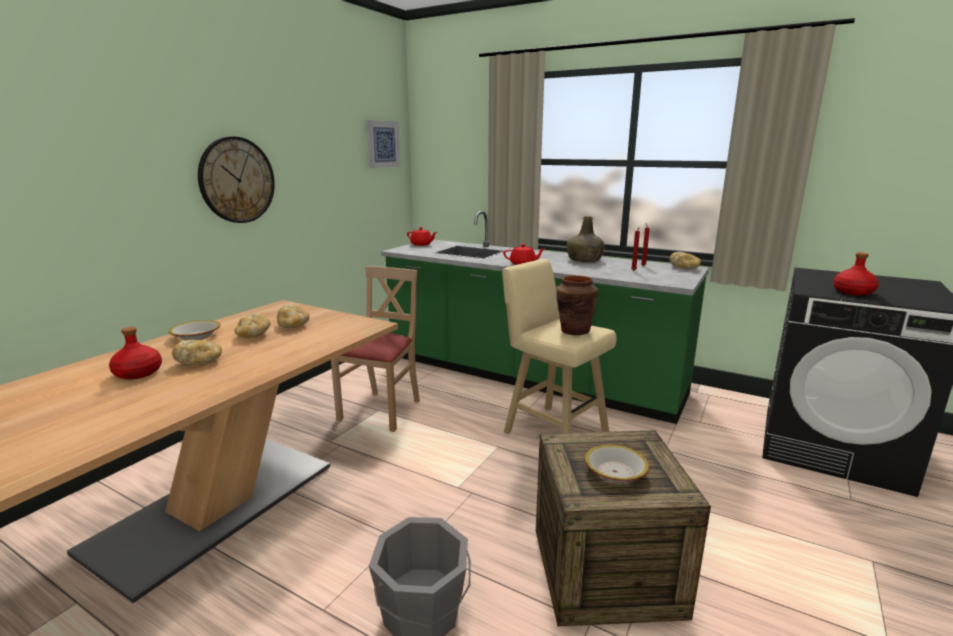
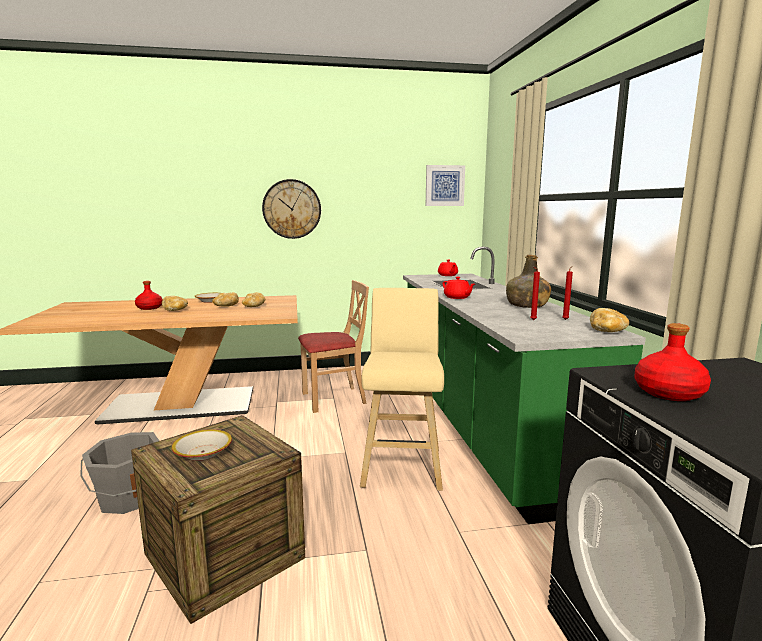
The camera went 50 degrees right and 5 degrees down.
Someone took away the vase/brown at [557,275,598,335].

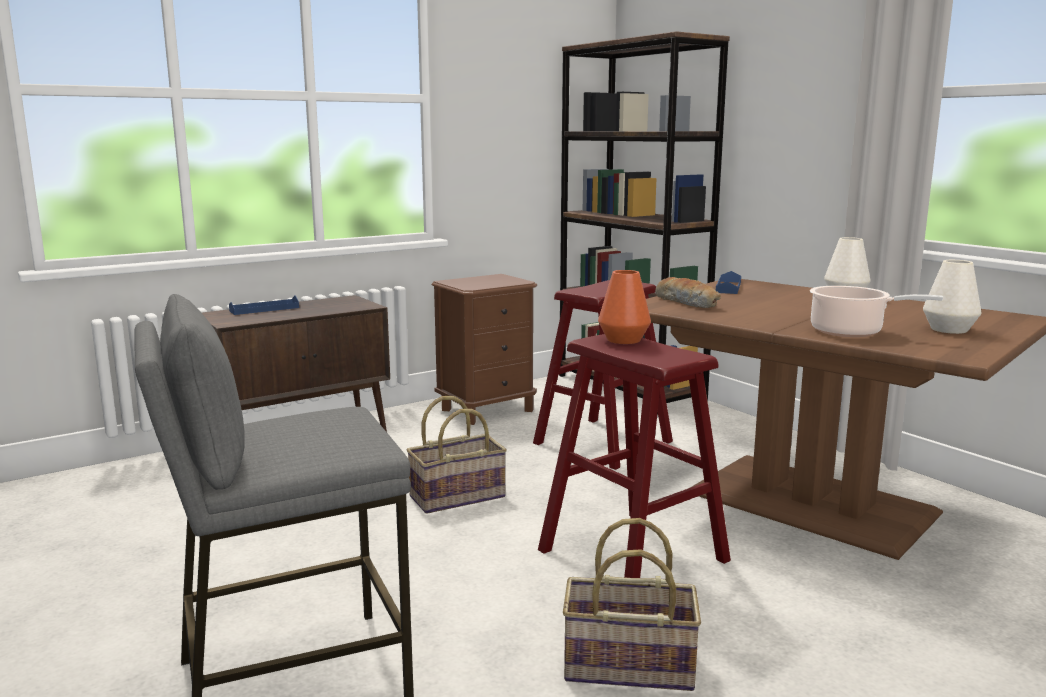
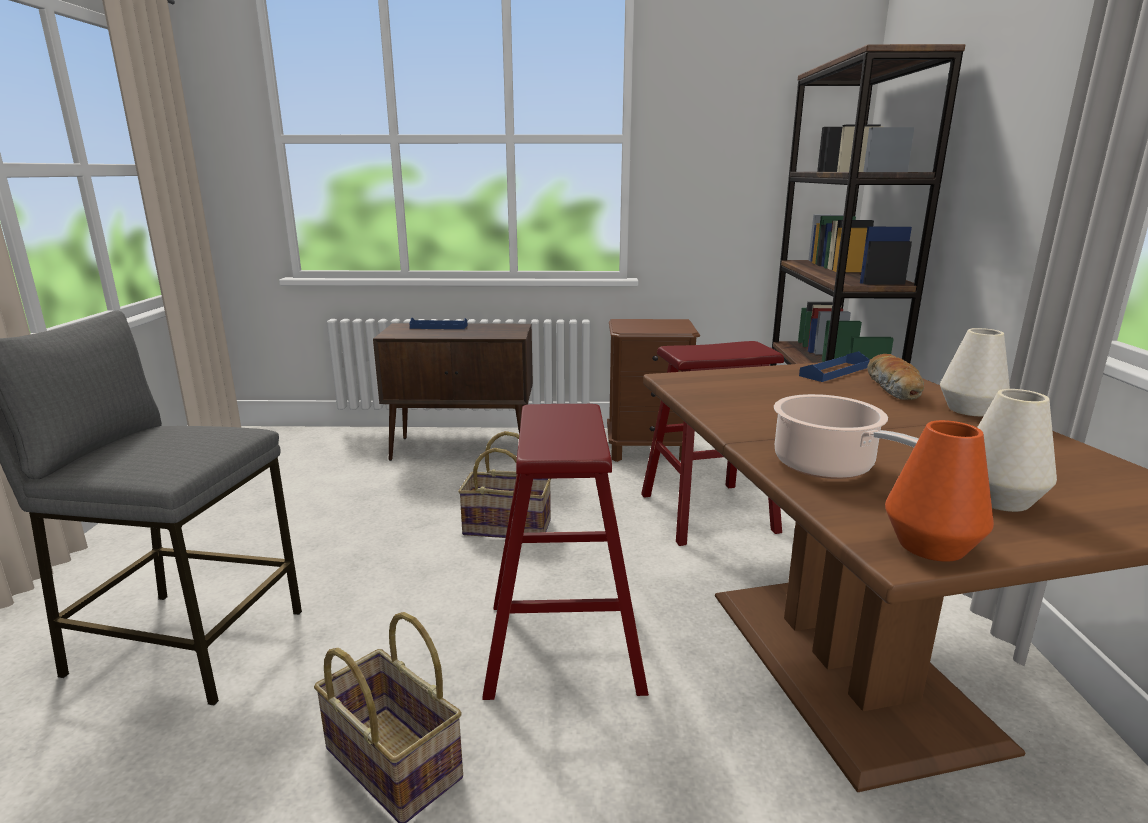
The camera went 35 degrees right and 5 degrees up.
Someone carried the vase/orange from [598,270,651,344] to [885,420,994,562].
Someone carried the bread from [655,277,721,308] to [867,354,924,400].

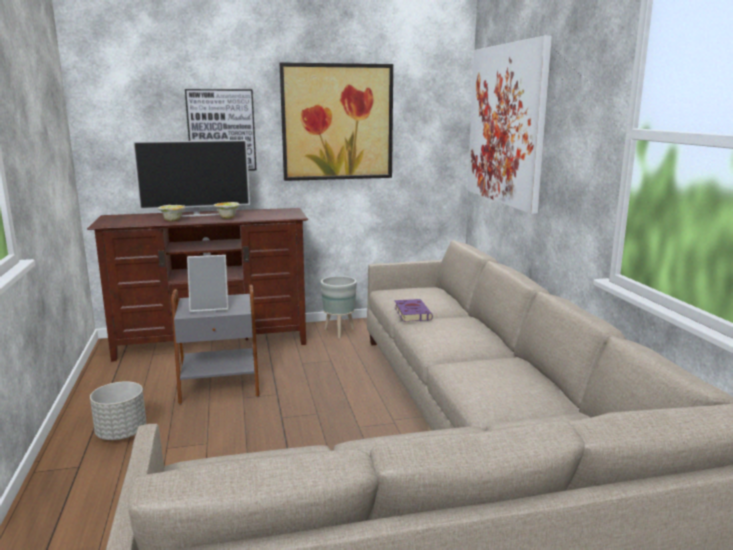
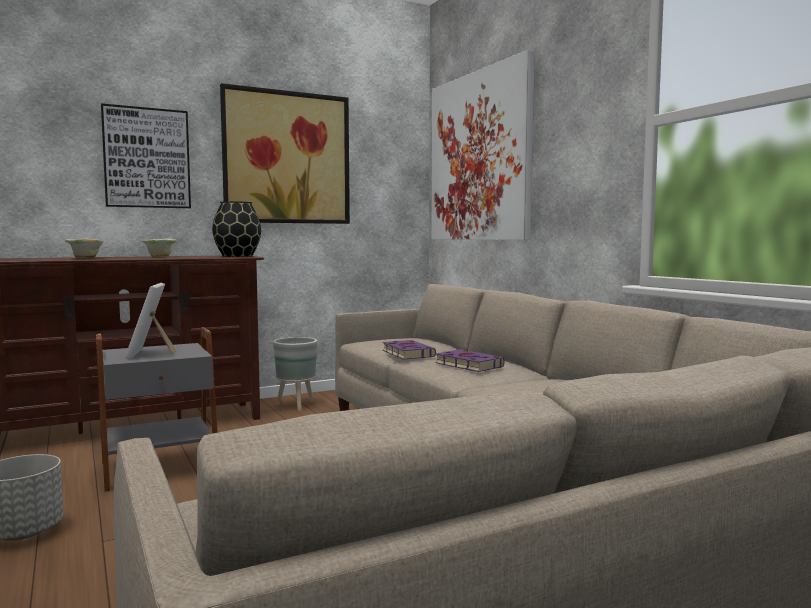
The camera went 15 degrees left and 10 degrees down.
Someone took away the television at [133,140,250,217].
Someone rotated the picture frame at [187,255,229,313] by 105 degrees clockwise.
Someone put down the vase/black at [212,201,261,257].
Someone put down the book/purple at [435,349,505,372].

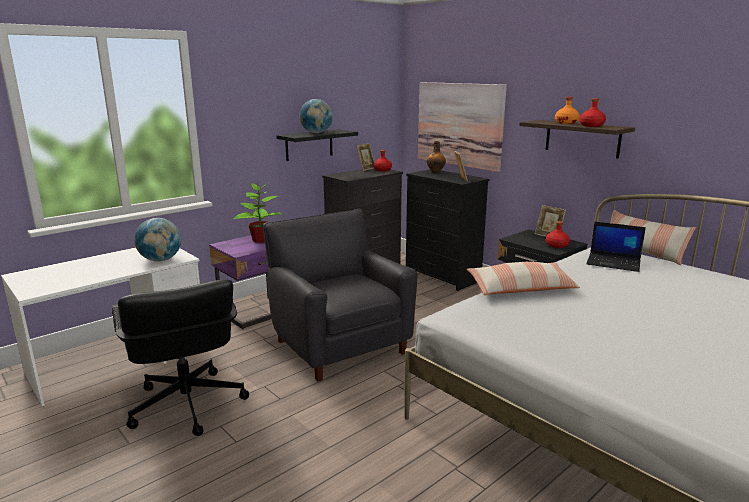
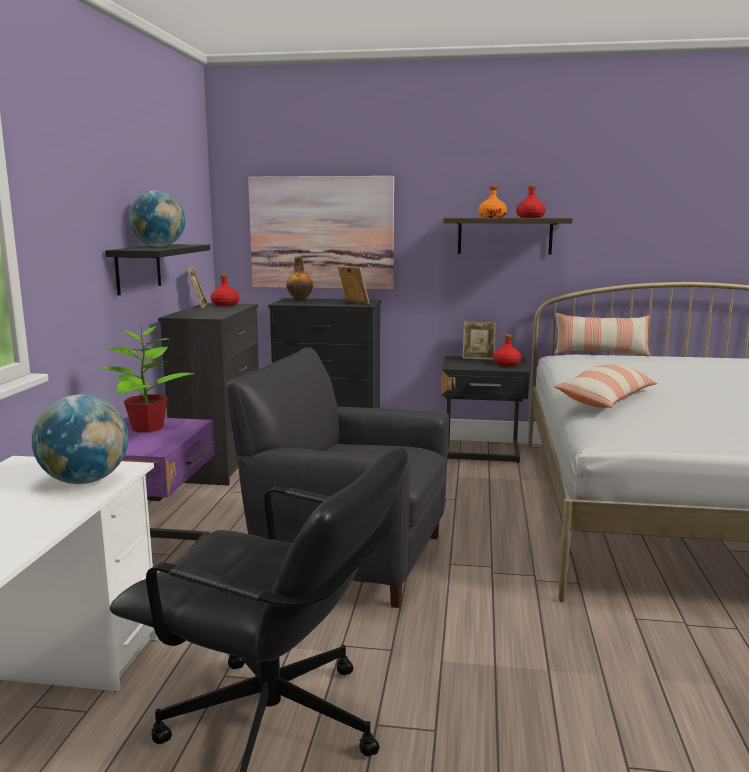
The camera went 40 degrees left and 5 degrees down.
Someone took away the laptop at [586,222,646,272].

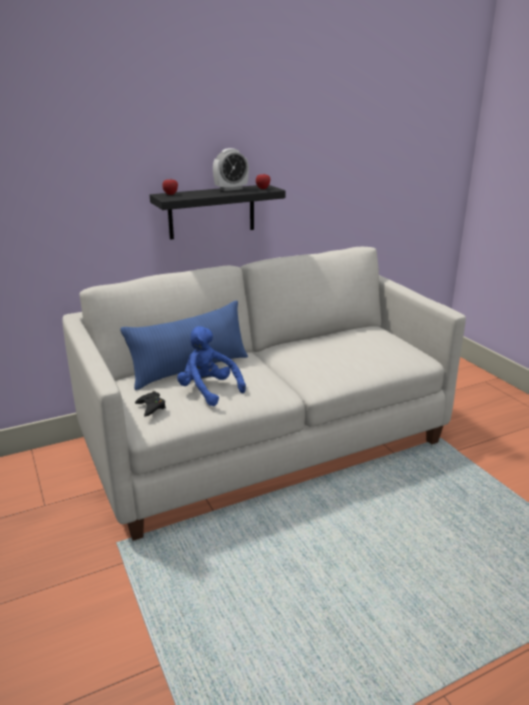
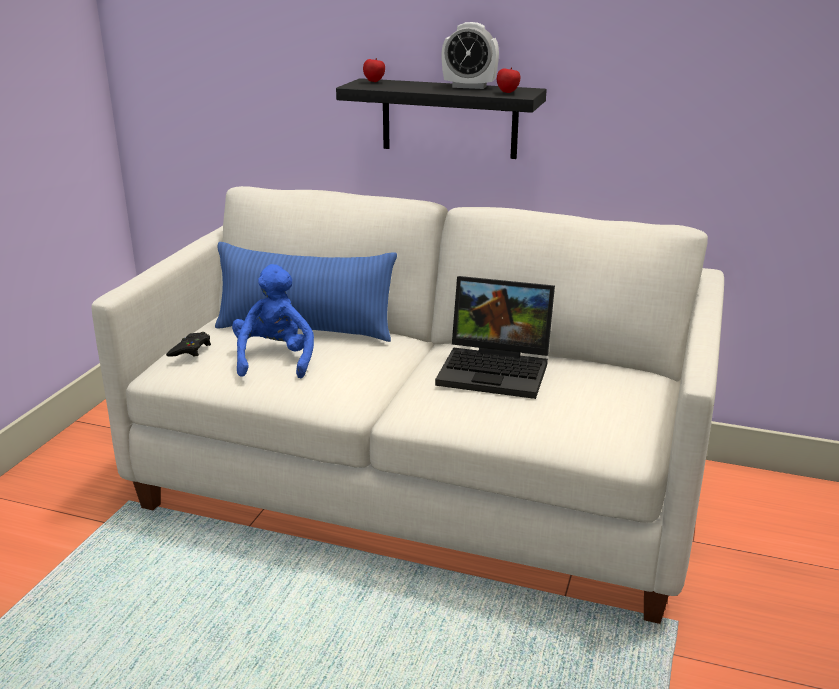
The camera went 45 degrees right and 0 degrees up.
Someone put down the laptop at [435,276,555,399].

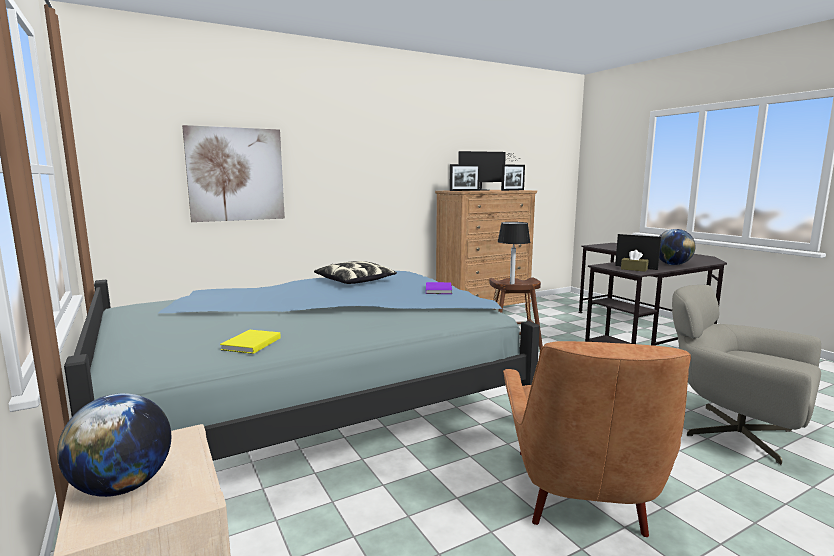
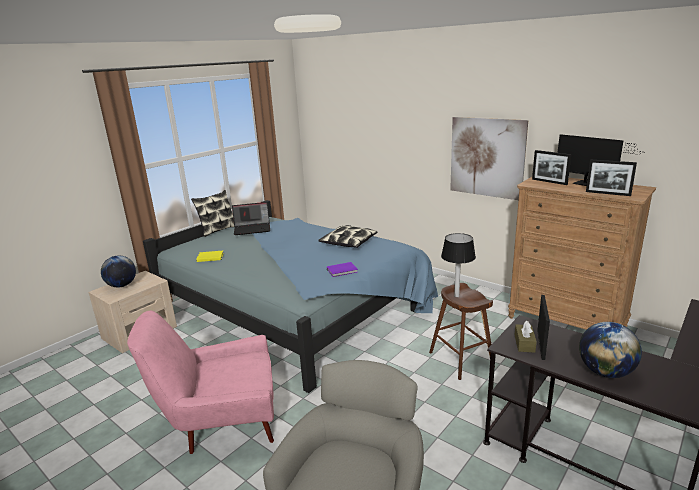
The camera went 70 degrees right and 10 degrees up.
Someone carried the picture from [182,125,285,222] to [450,117,528,200].
Someone repainted the armchair/brown at [503,341,691,537], which became the armchair/pink at [127,311,274,454].
Someone put down the pillow at [191,190,234,237].
Someone put down the laptop at [232,202,270,235].

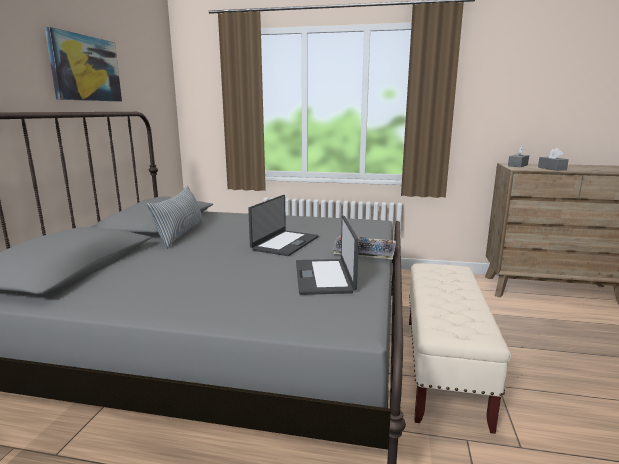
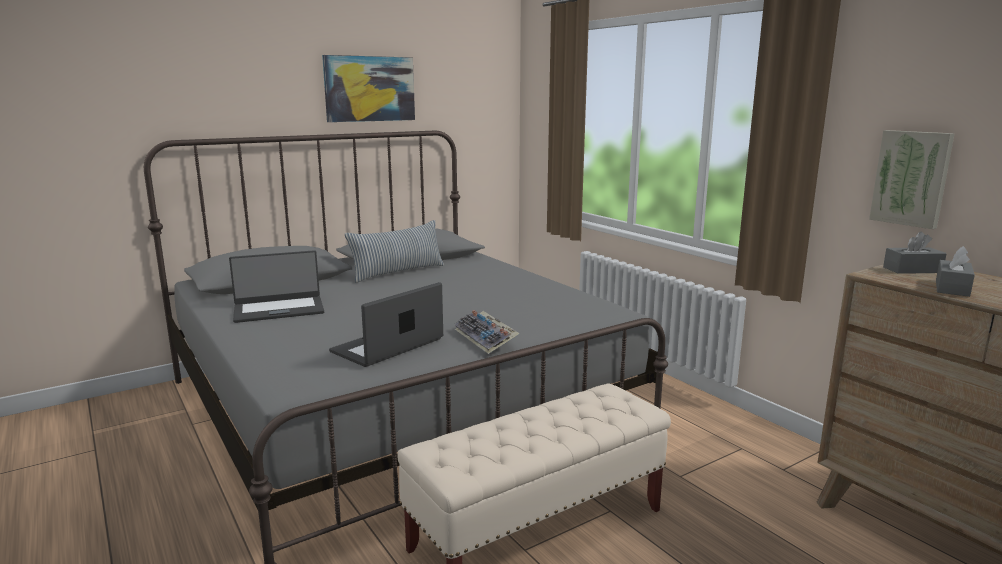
The camera went 45 degrees right and 0 degrees up.
Someone carried the laptop from [248,195,319,256] to [229,250,324,323].
Someone put up the picture at [869,130,955,229].

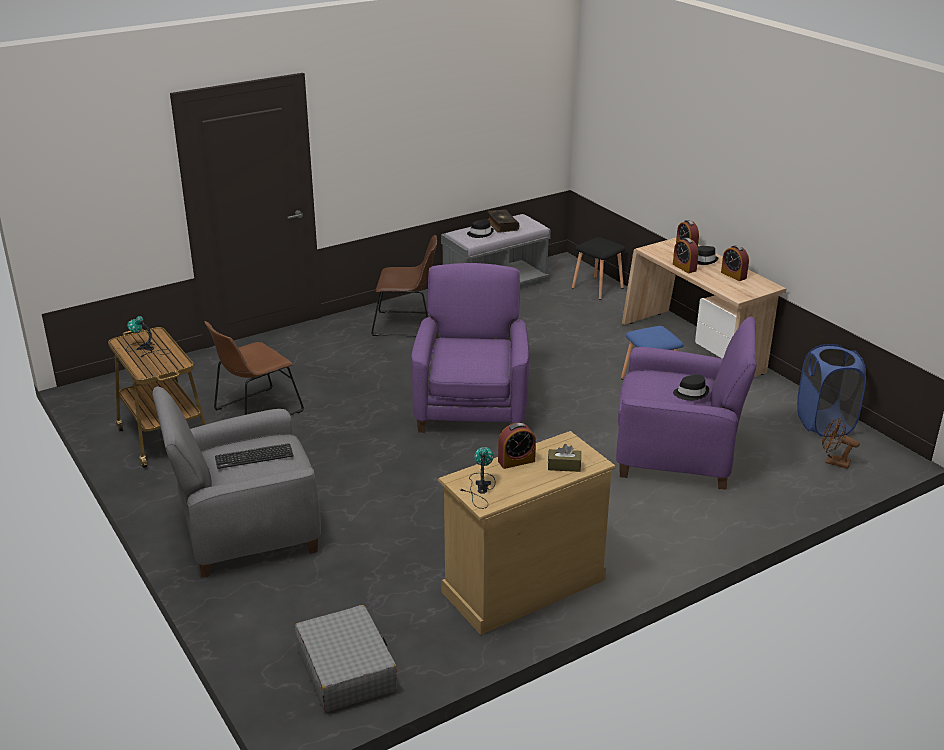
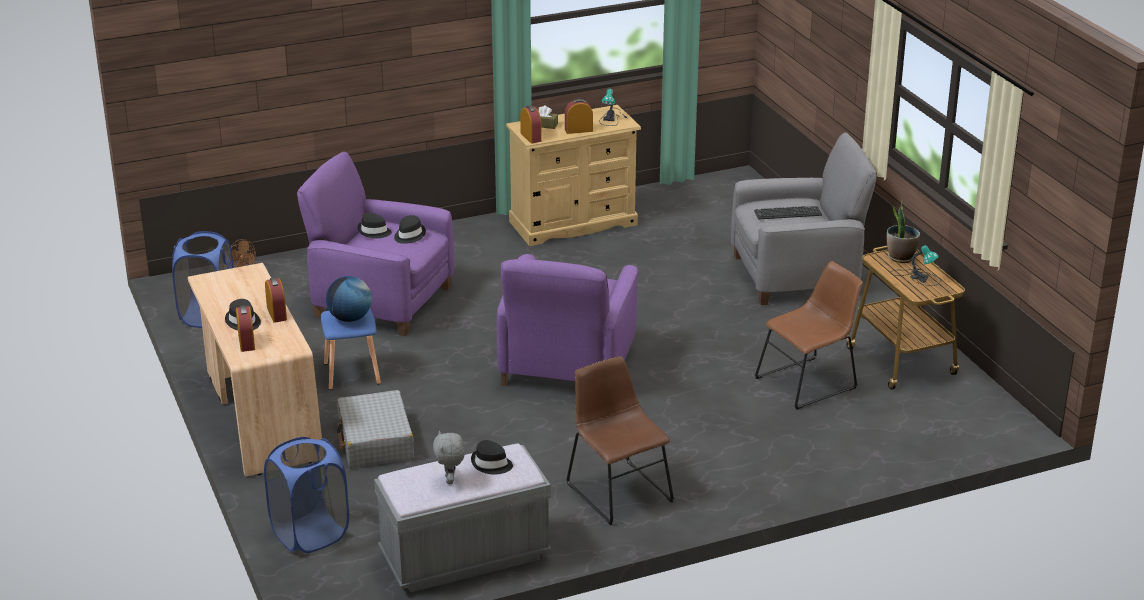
The camera went 170 degrees left and 0 degrees up.
Someone carried the suitcase/grey from [295,605,397,712] to [337,390,414,468].
Someone rotated the chair/brown at [371,235,437,336] by 45 degrees clockwise.
Someone swapped the book at [487,210,519,233] for the plush toy/grey at [433,431,465,484].
Someone swapped the stool/black at [572,237,626,300] for the laundry basket/blue at [264,437,349,553].
Someone carried the alarm clock from [721,245,749,281] to [520,105,542,144].
Someone put down the globe at [326,276,372,322].
Someone put down the hat/black at [394,215,426,244].
Someone put down the potted plant at [887,201,920,263].

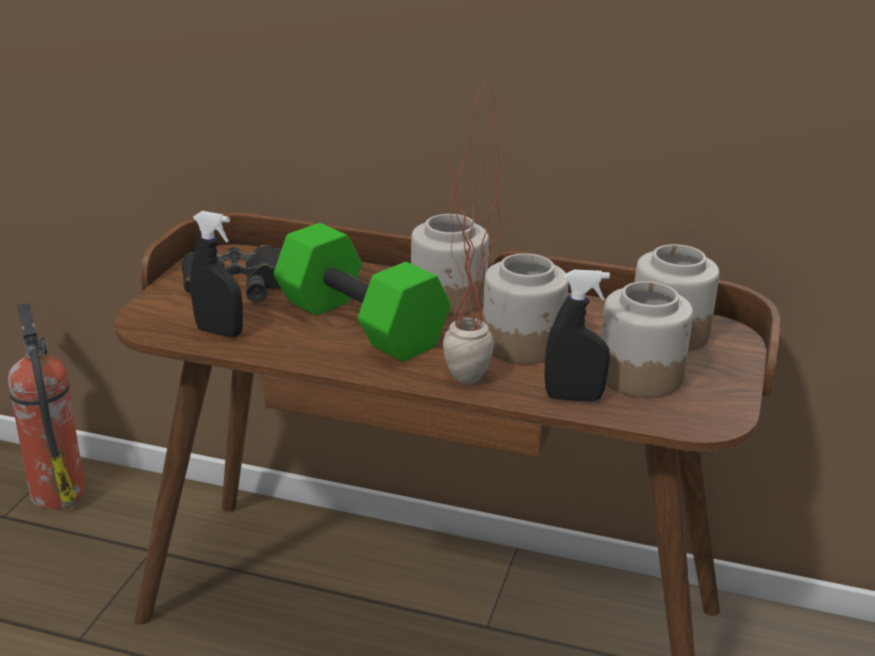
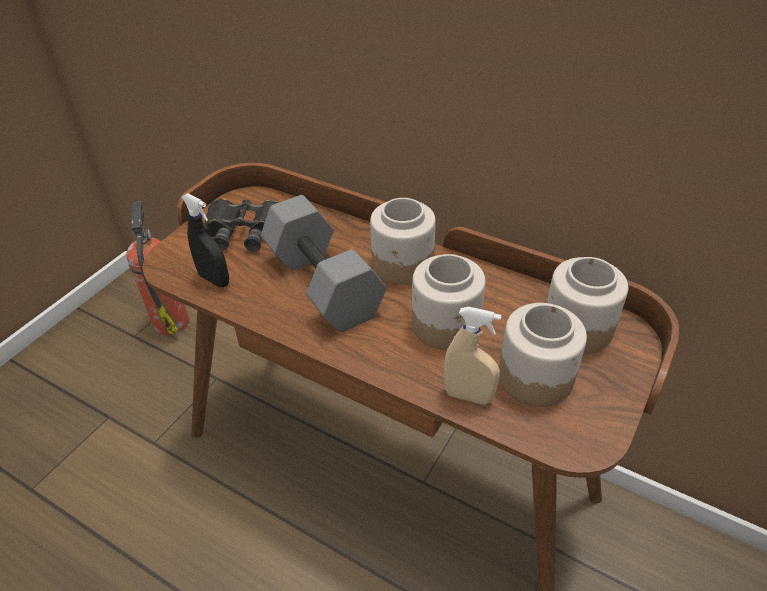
The camera went 15 degrees right and 15 degrees up.
Someone repainted the dumbbell/green at [274,223,450,362], which became the dumbbell/grey at [261,195,387,332].
Someone took away the potted plant at [443,80,502,384].
Someone repainted the spray bottle/black at [544,270,610,402], which became the spray bottle/beige at [444,307,502,405].

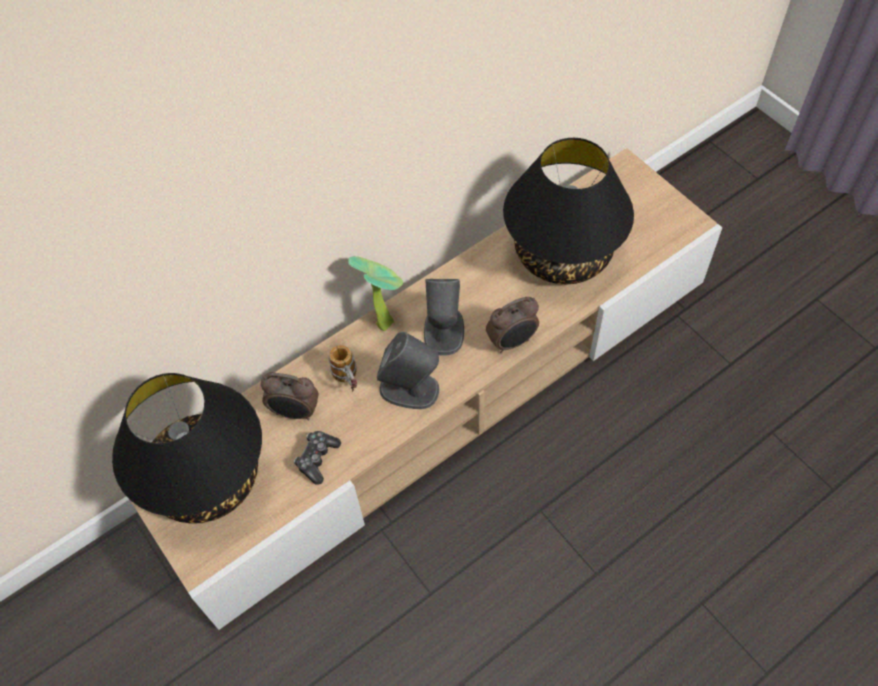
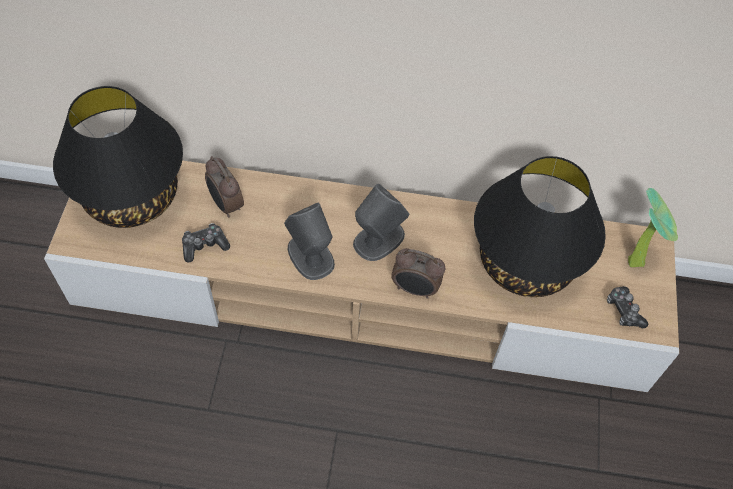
The camera went 40 degrees right and 0 degrees up.
Someone took away the mug at [329,345,357,392].
Someone carried the potted plant from [348,256,403,331] to [628,188,678,267].
Someone put down the game controller at [607,286,648,329].

